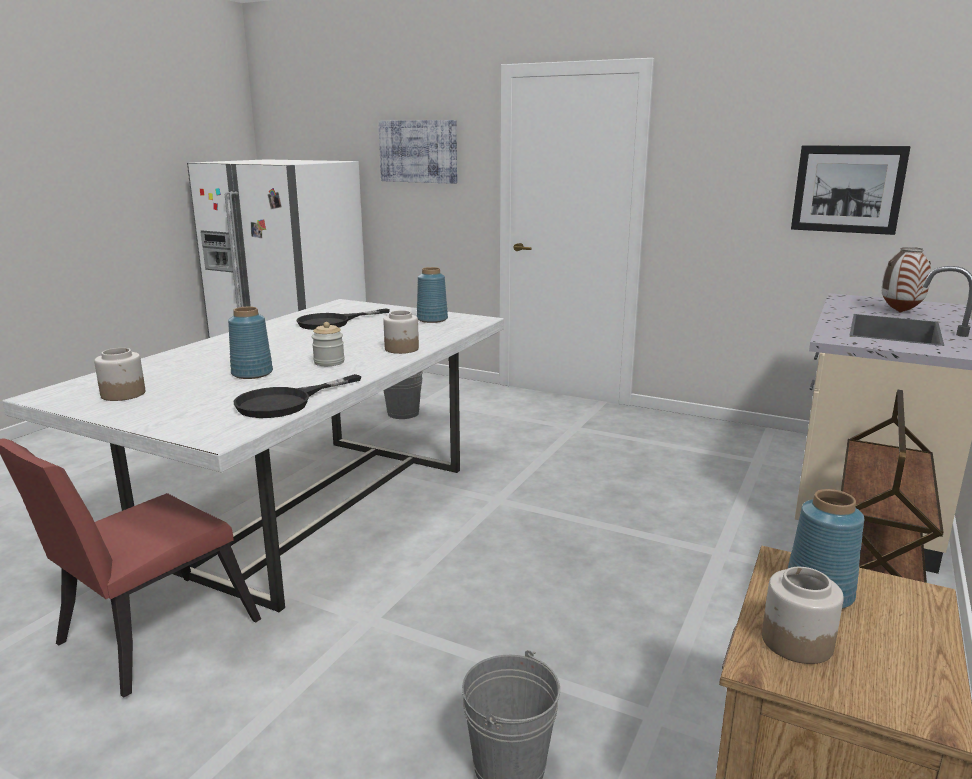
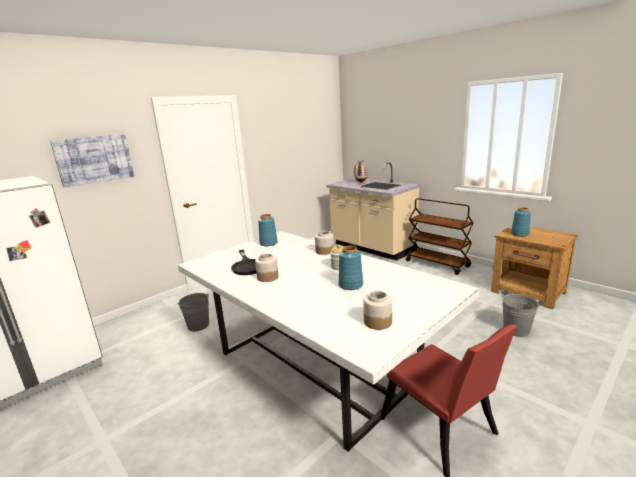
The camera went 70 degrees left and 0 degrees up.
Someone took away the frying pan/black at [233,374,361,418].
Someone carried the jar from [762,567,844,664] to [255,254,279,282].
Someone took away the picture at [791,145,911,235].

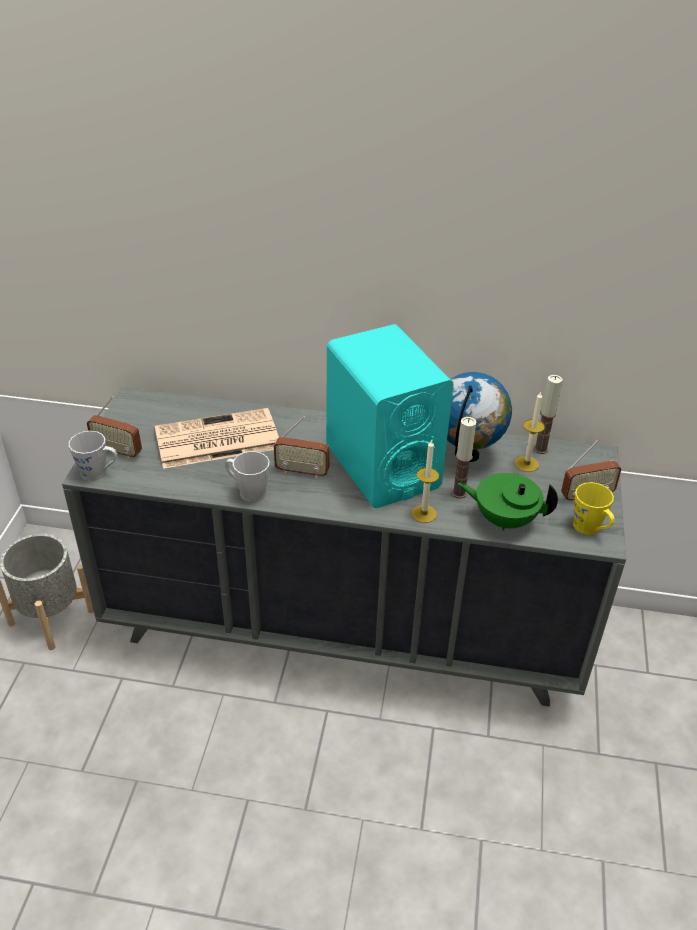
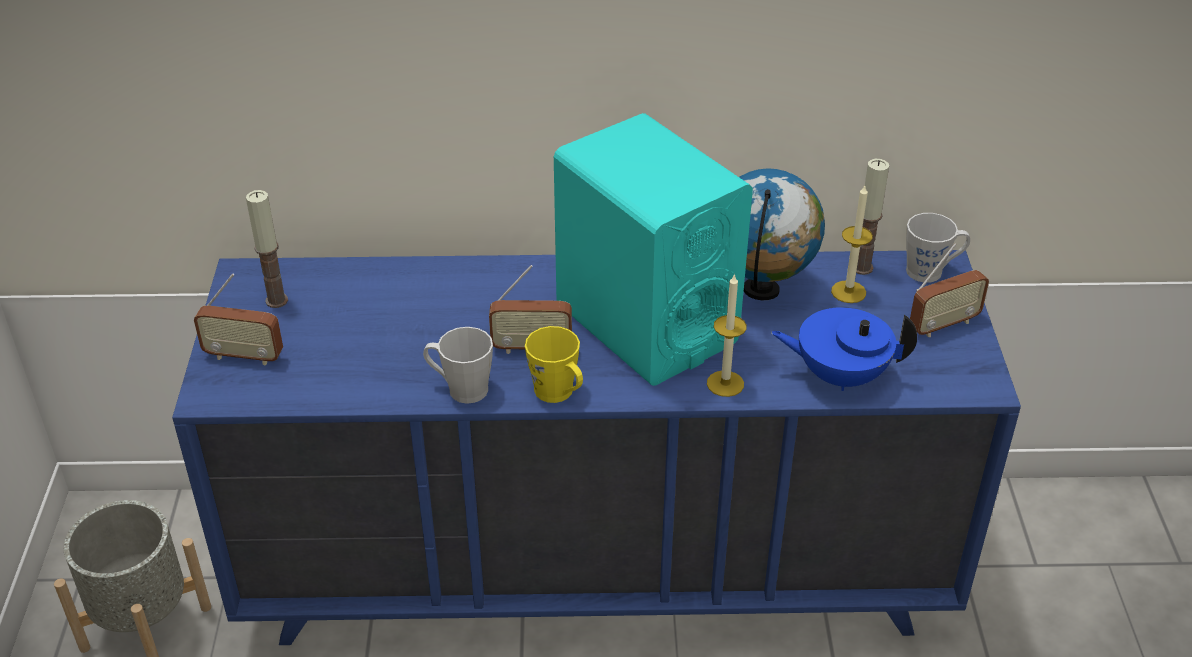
The camera went 10 degrees left and 0 degrees up.
Someone repainted the dresser/grey at [62,387,626,707], which became the dresser/blue at [172,250,1021,645].
Someone carried the mug/grey from [69,431,117,481] to [906,213,970,283].
Someone took away the newspaper at [155,408,279,469].
Someone carried the candle from [451,417,477,499] to [246,190,288,308].
Someone repainted the teapot/green at [459,473,558,531], which became the teapot/blue at [771,307,917,391].
Someone carried the mug/yellow from [573,482,614,535] to [525,326,583,403].

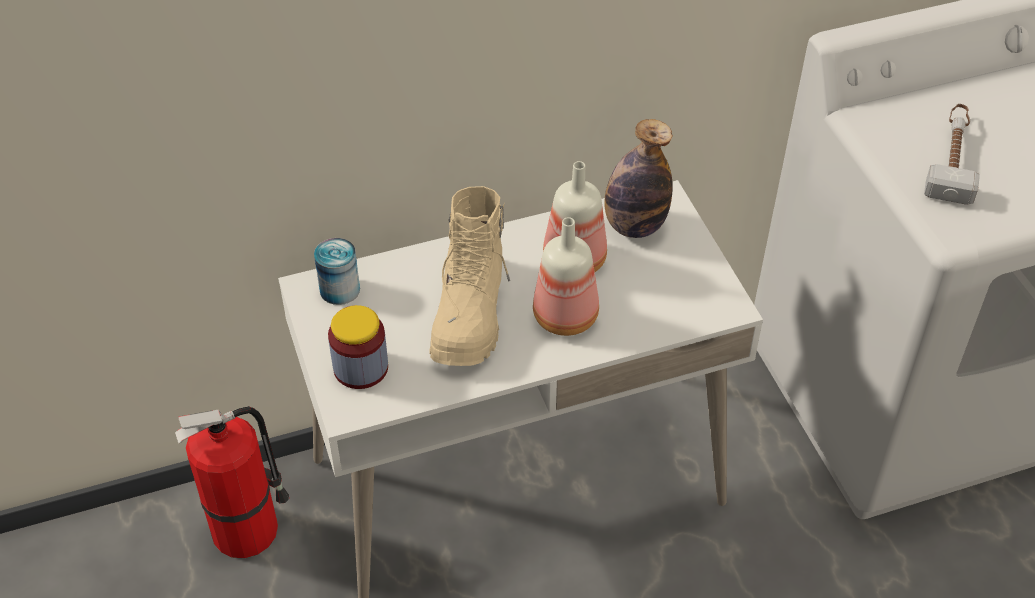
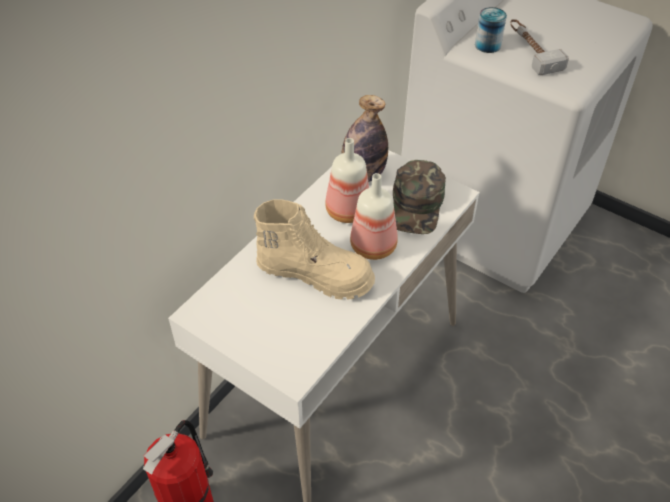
The camera went 35 degrees left and 0 degrees up.
Someone carried the can from [314,238,360,305] to [475,7,507,53].
Someone took away the jar at [328,305,388,389].
Someone rotated the boot/beige at [429,186,510,366] by 45 degrees counterclockwise.
Someone put down the cap/green at [393,160,446,234].

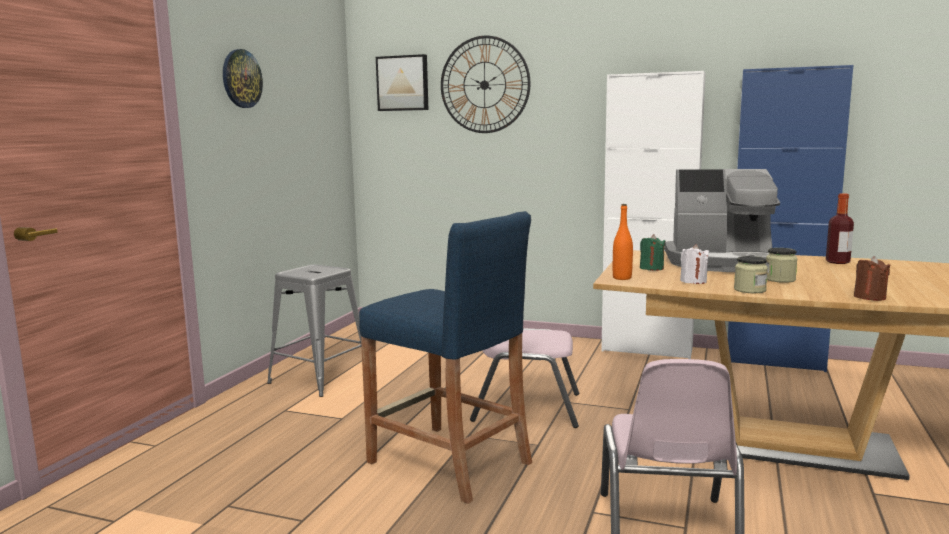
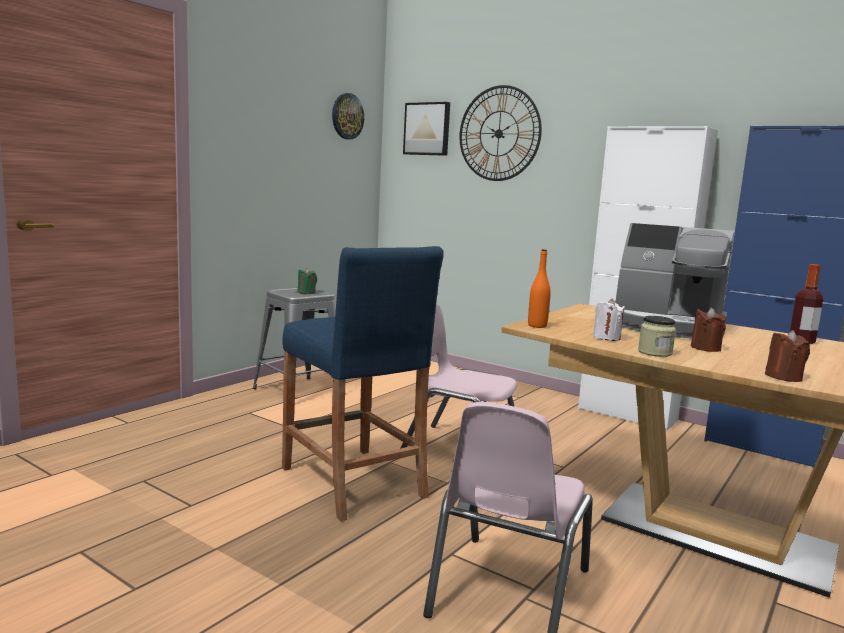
The camera went 15 degrees right and 0 degrees up.
Someone carried the wall clock from [223,49,263,108] to [332,93,364,140].
Someone carried the candle/green from [640,234,665,271] to [298,268,317,294].
Someone swapped the jar at [766,248,798,283] for the candle/brown at [691,308,726,352].

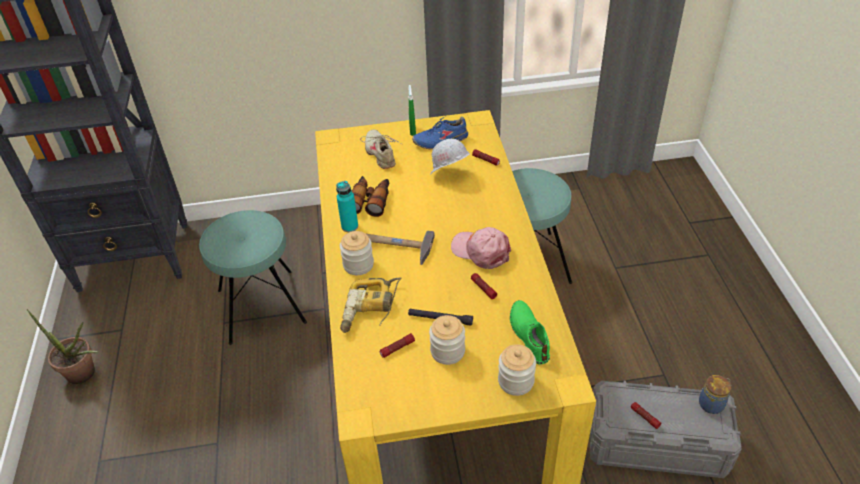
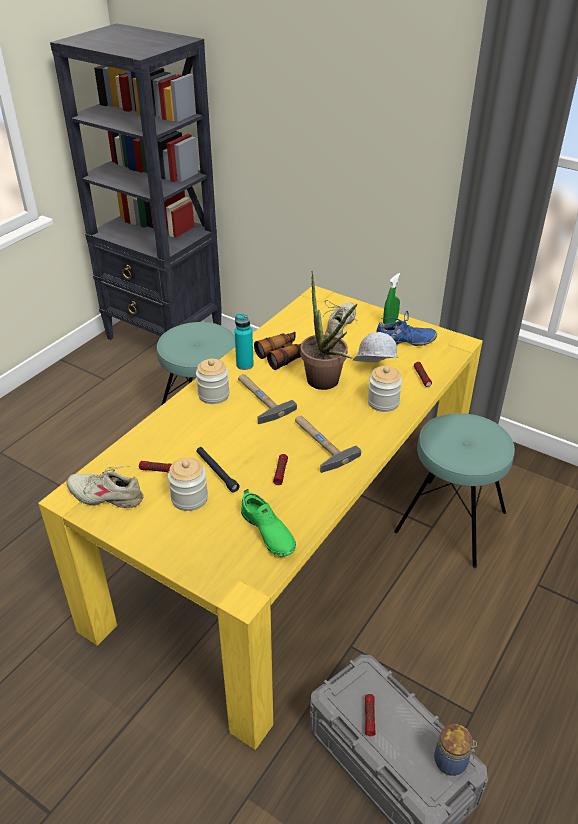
The camera went 40 degrees right and 5 degrees down.
Someone carried the potted plant from [27,309,99,384] to [300,271,358,390].
Someone took away the power drill at [340,277,402,333].
Someone rotated the shoe/blue at [412,117,468,149] by 150 degrees clockwise.
Someone swapped the cap/pink at [451,227,511,269] for the hammer at [295,416,361,473].
Someone carried the jar from [498,344,536,396] to [368,366,402,412].
Someone rotated the shoe/green at [510,300,550,364] by 120 degrees clockwise.
Someone put down the shoe/beige at [67,466,144,508].

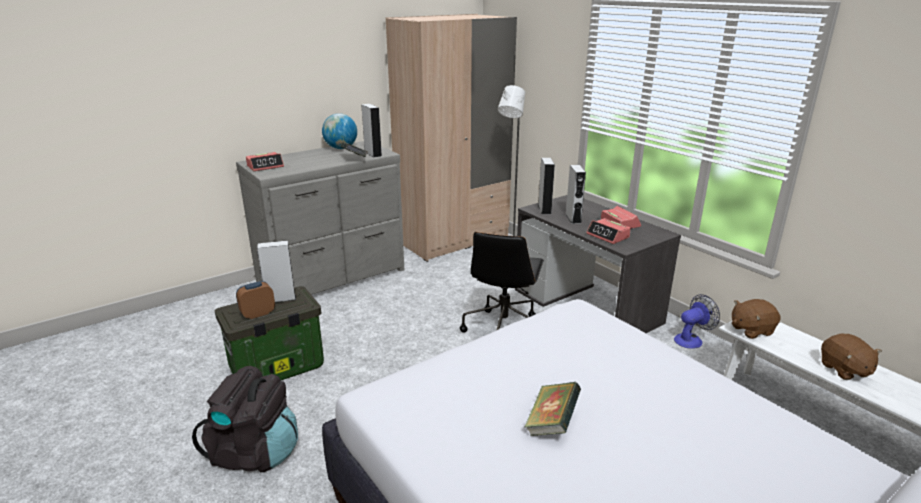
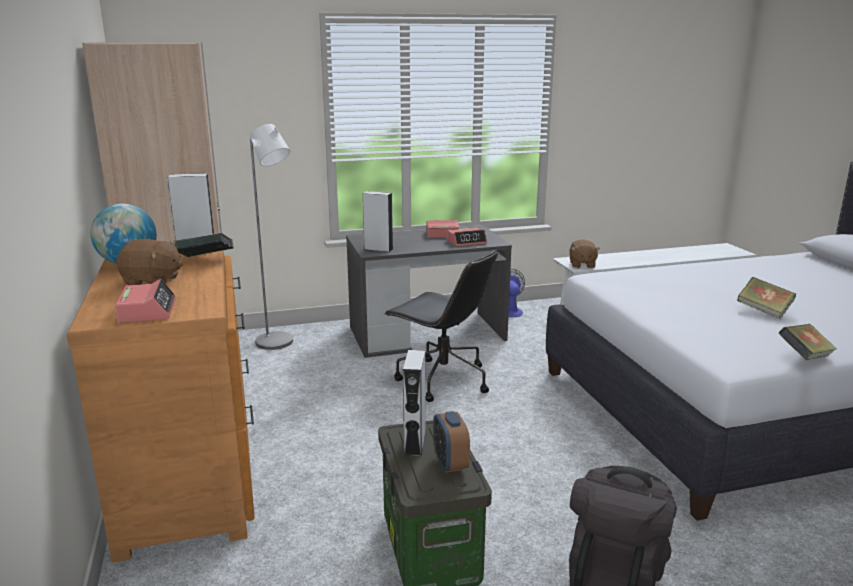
The camera went 70 degrees left and 5 degrees down.
Someone repainted the dresser/grey at [236,141,404,295], which became the dresser/brown at [66,250,255,562].
Someone took away the speaker/grey at [566,165,586,224].
Someone carried the plush toy/brown from [821,334,882,380] to [116,239,183,285].
Someone put down the book at [779,324,837,360].

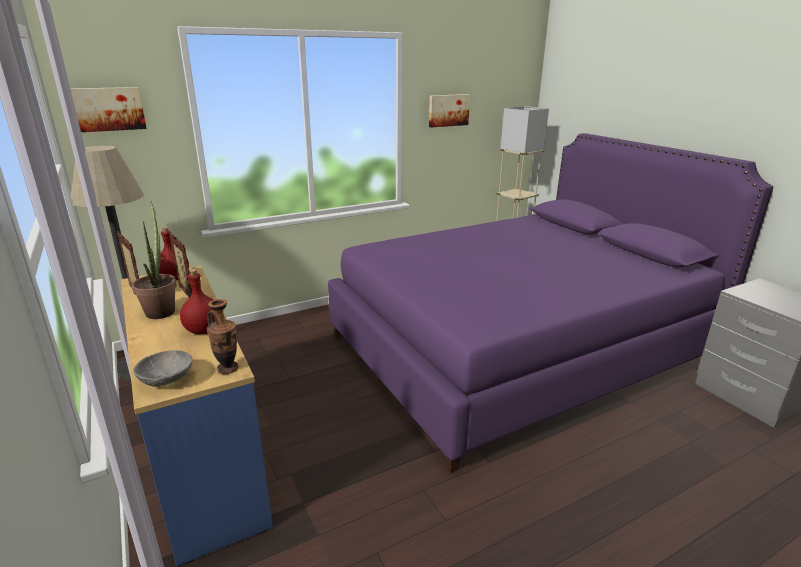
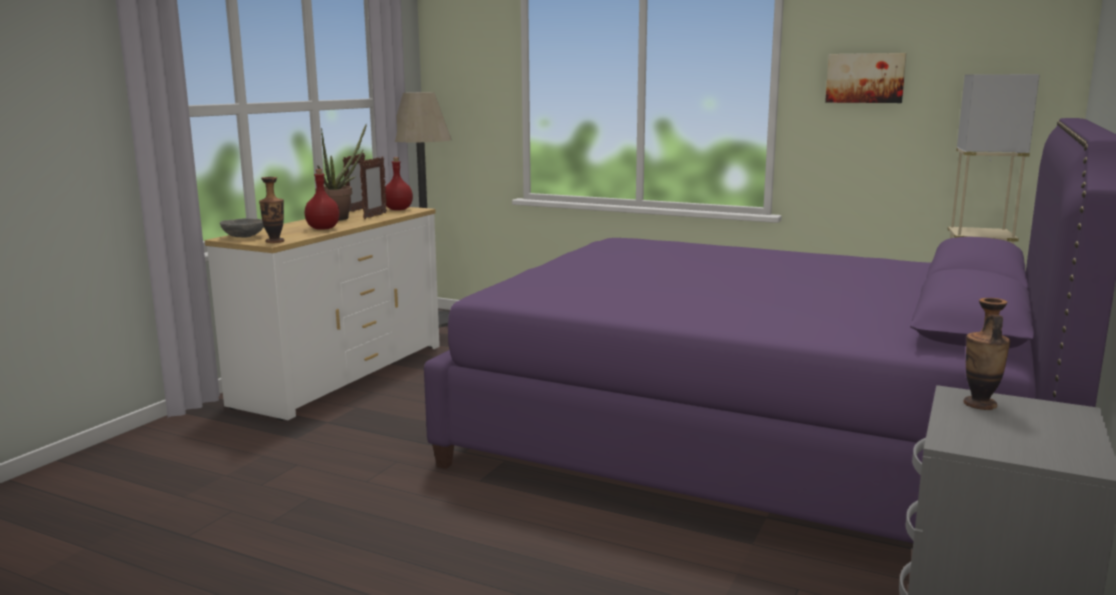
The camera went 55 degrees right and 10 degrees down.
Someone took away the picture at [70,87,147,132].
Someone repainted the dresser/blue at [121,266,273,566], which became the dresser/white at [205,206,440,421].
Someone put down the vase at [963,298,1010,410].

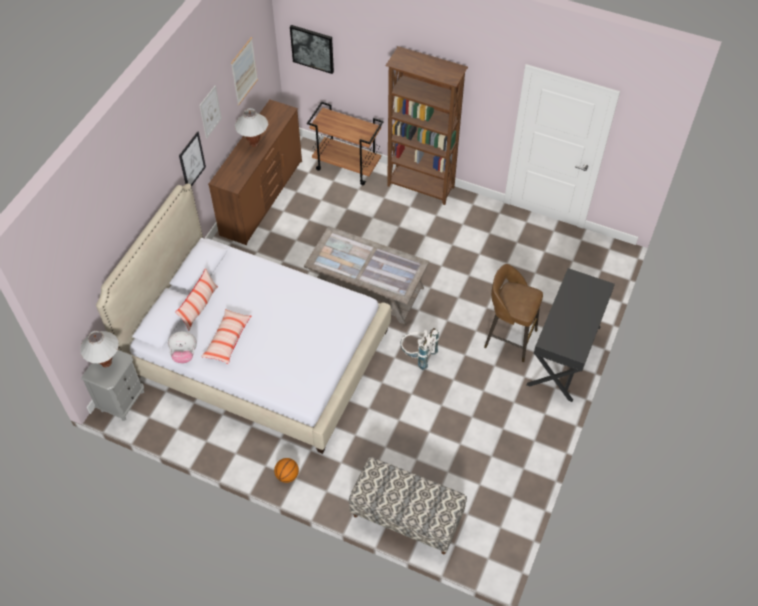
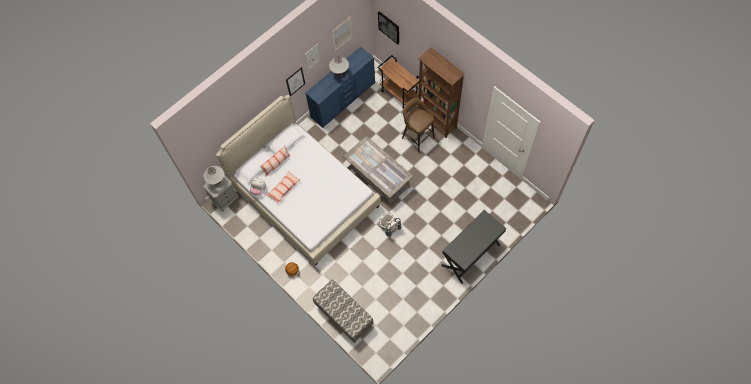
The camera went 25 degrees right and 10 degrees up.
Someone repainted the dresser/brown at [208,100,302,245], which became the dresser/blue at [306,47,375,128].
Someone carried the stool/brown from [484,264,543,362] to [402,98,435,153].

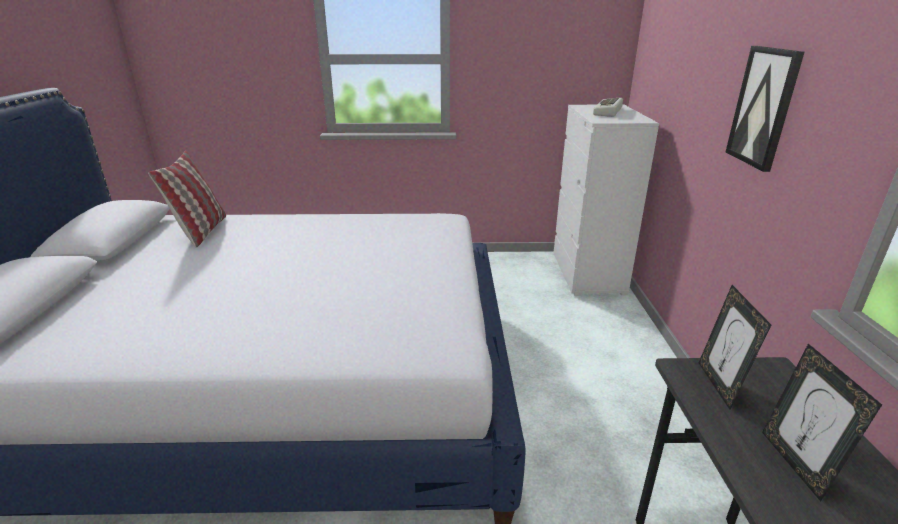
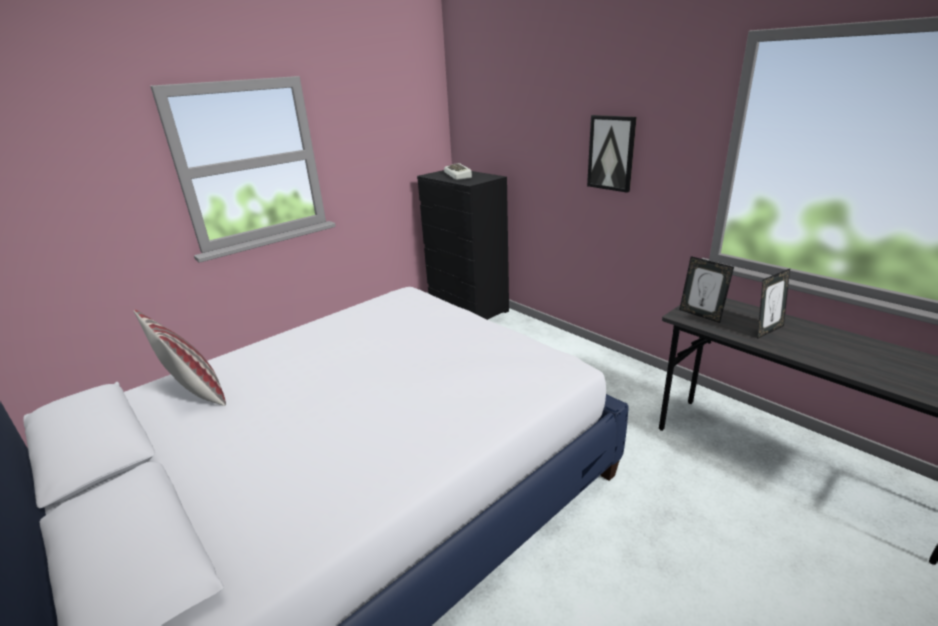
The camera went 40 degrees left and 0 degrees up.
Someone repainted the dresser/white at [553,105,659,296], which became the dresser/black at [417,170,509,320].
Someone rotated the picture frame at [762,344,882,501] by 75 degrees counterclockwise.

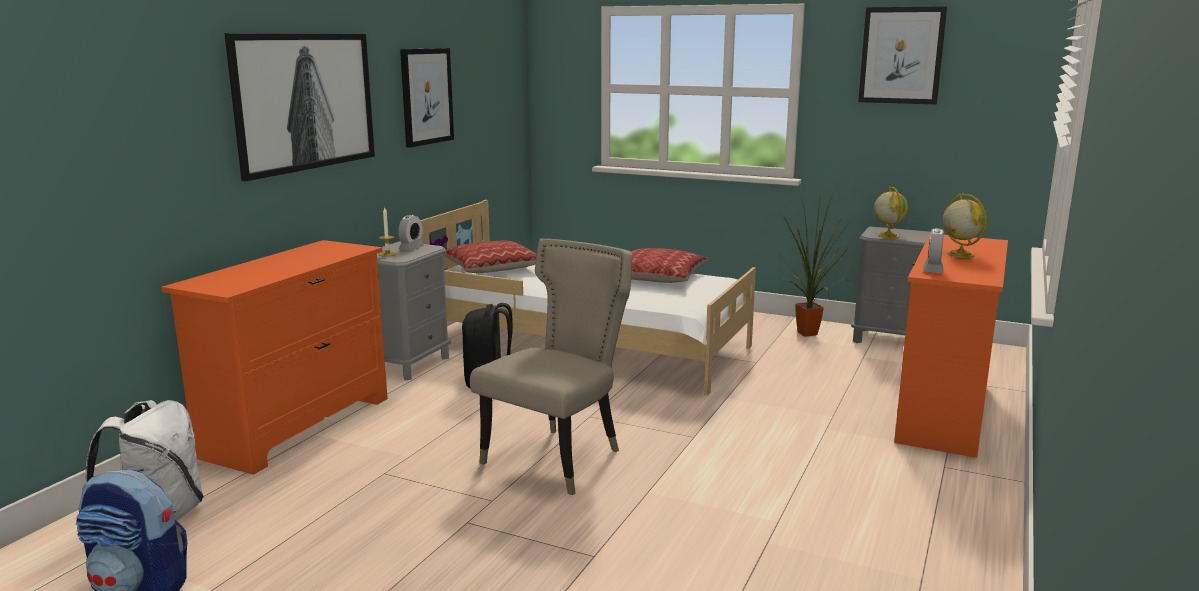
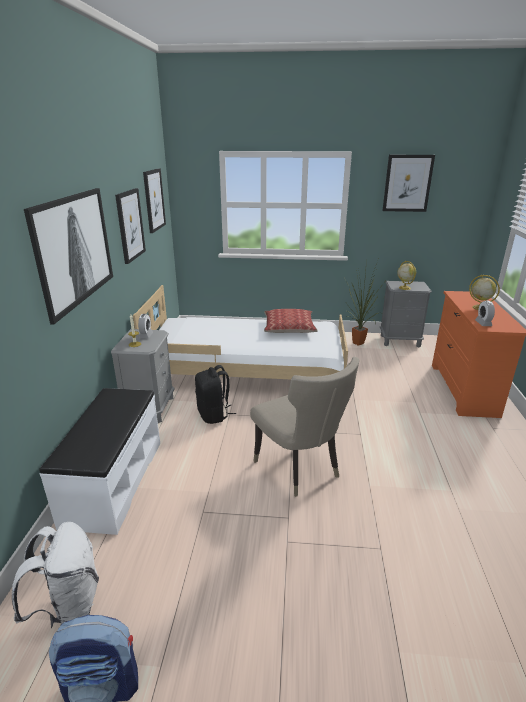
The camera went 20 degrees left and 10 degrees up.
Someone swapped the dresser/orange at [161,240,388,475] for the bench/white at [39,388,160,535].
Someone took away the pillow at [443,241,536,273].
Someone rotated the chair/beige at [470,239,633,495] by 135 degrees clockwise.
Someone put up the picture at [143,168,166,233].

